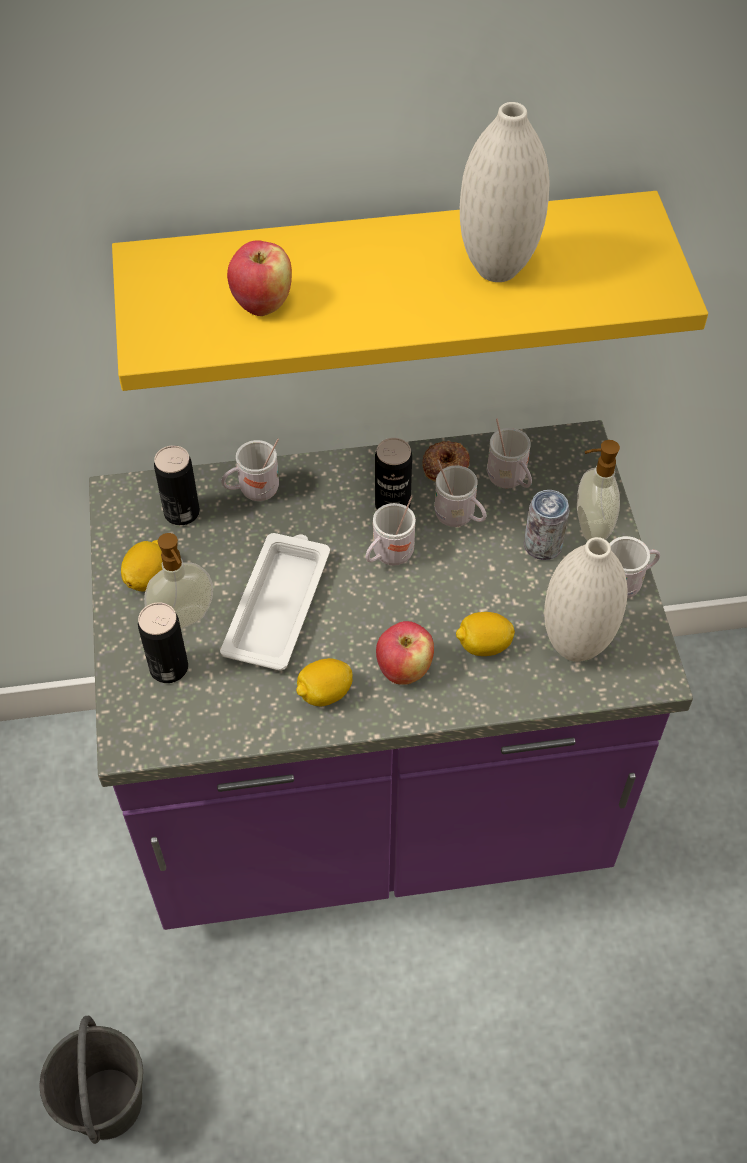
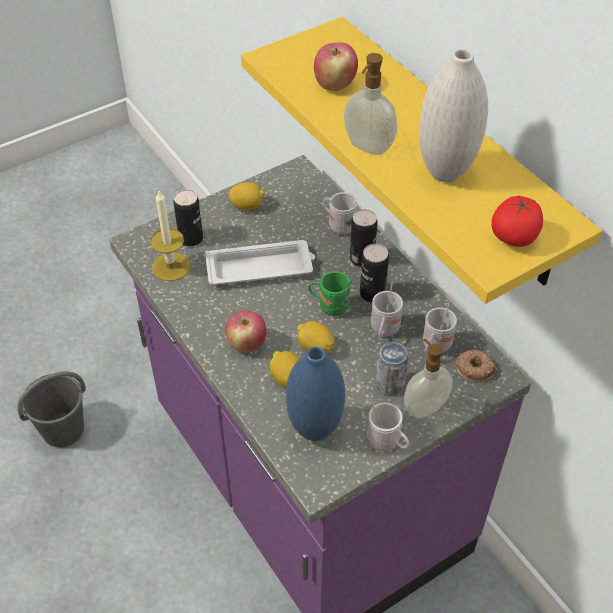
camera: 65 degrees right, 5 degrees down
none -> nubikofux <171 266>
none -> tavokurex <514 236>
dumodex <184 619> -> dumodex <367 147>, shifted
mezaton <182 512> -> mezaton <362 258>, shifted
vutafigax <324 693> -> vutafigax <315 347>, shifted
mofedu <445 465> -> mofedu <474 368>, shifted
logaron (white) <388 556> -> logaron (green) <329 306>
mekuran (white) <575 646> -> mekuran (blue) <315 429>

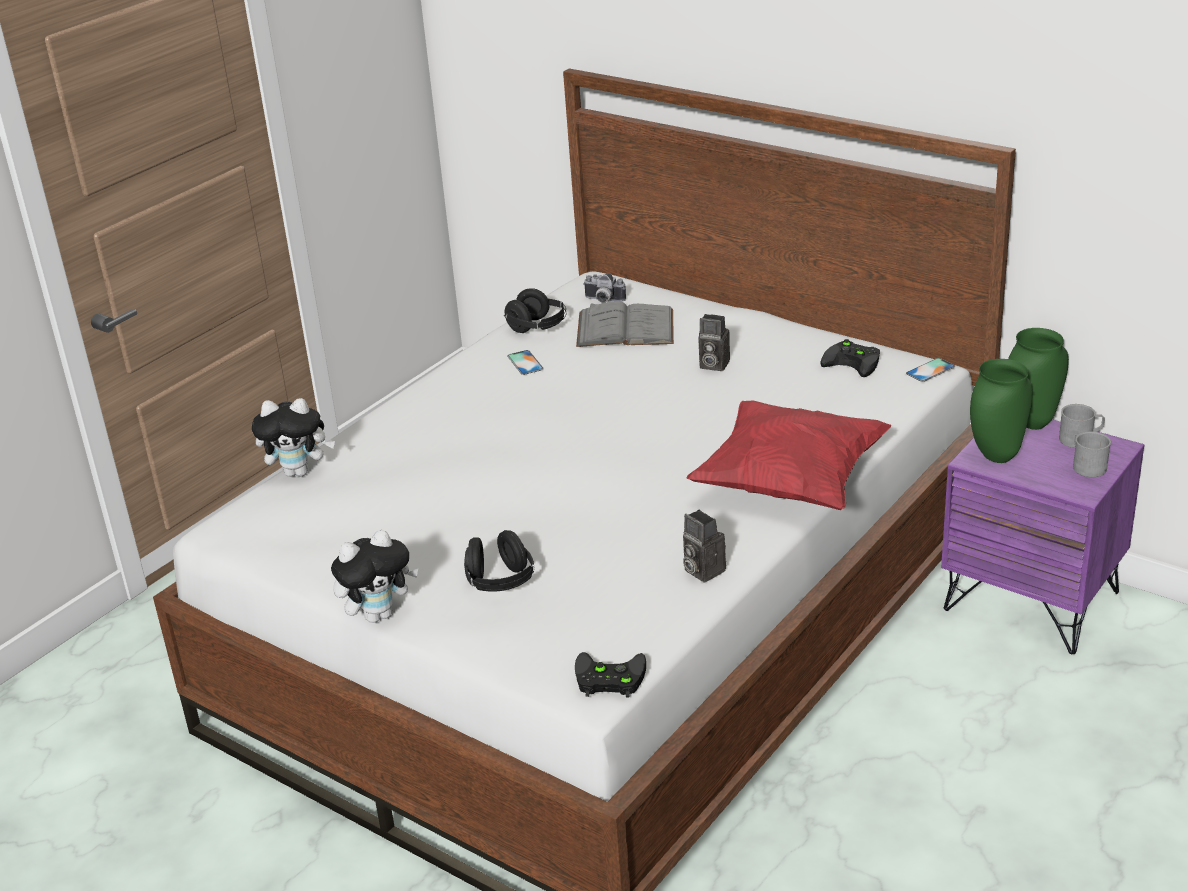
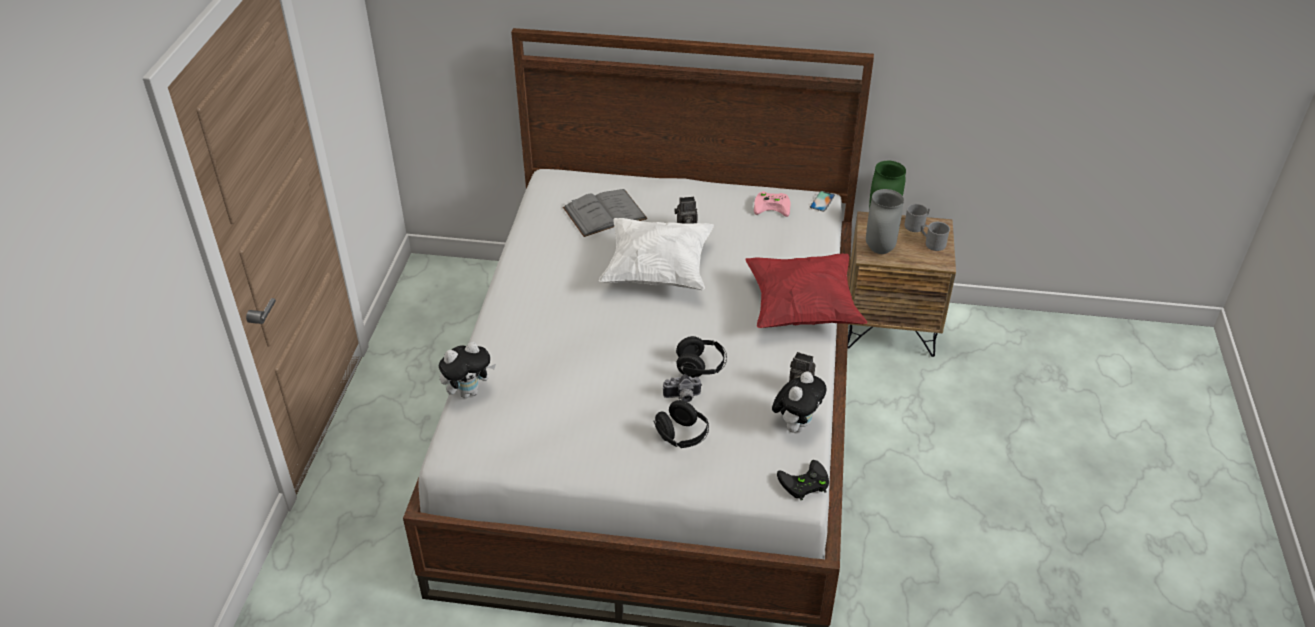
camera: 30 degrees left, 10 degrees up
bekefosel <525 363> -> none
none -> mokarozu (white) <657 271>
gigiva <379 614> -> gigiva <796 425>, shifted
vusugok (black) <537 327> -> vusugok (black) <701 367>, shifted
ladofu <603 300> -> ladofu <682 397>, shifted
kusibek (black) <854 362> -> kusibek (pink) <773 206>
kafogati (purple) <1032 600> -> kafogati (brown) <890 326>
mekuran (green) <995 455> -> mekuran (grey) <878 249>

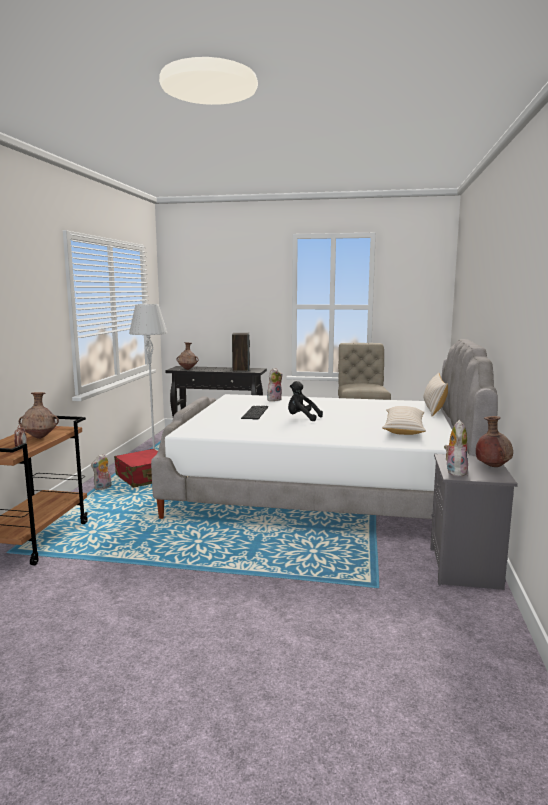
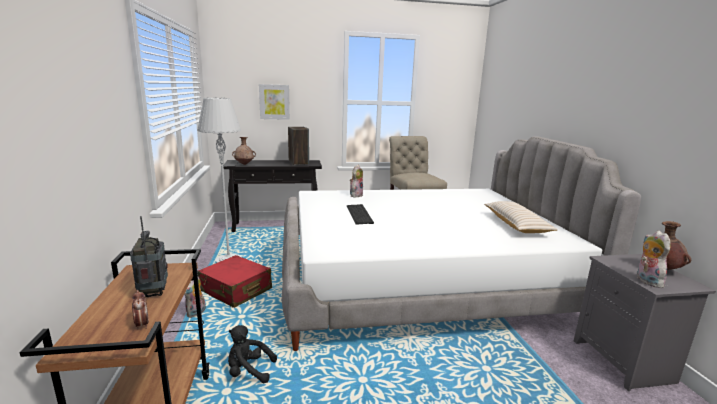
camera: 20 degrees left, 5 degrees up
mokarozu (beige) <434 408> -> none
none -> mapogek <274 102>
gigiva (black) <302 418> -> gigiva (black) <249 371>, shifted
mekuran (brown) <40 437> -> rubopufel <154 292>

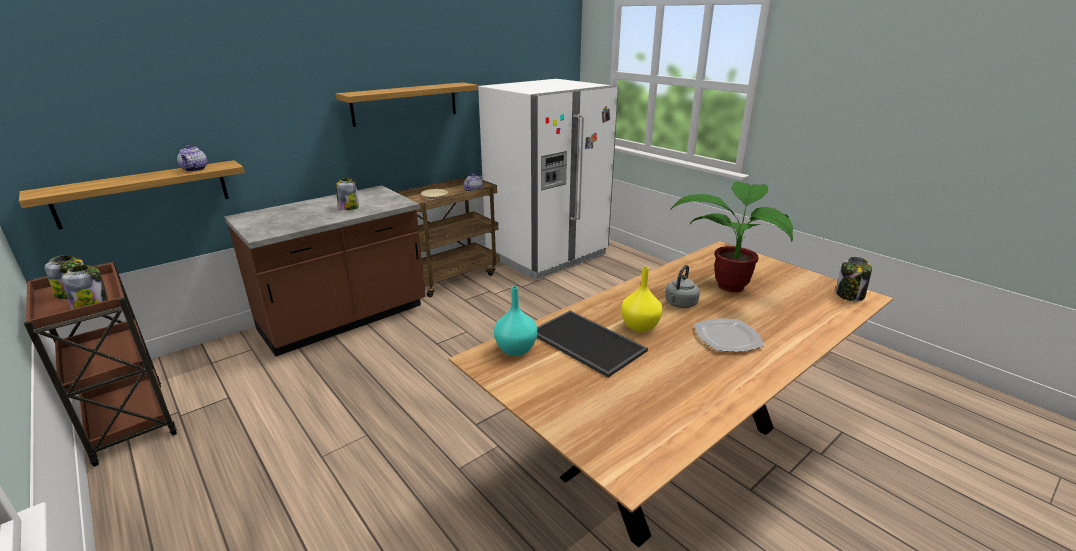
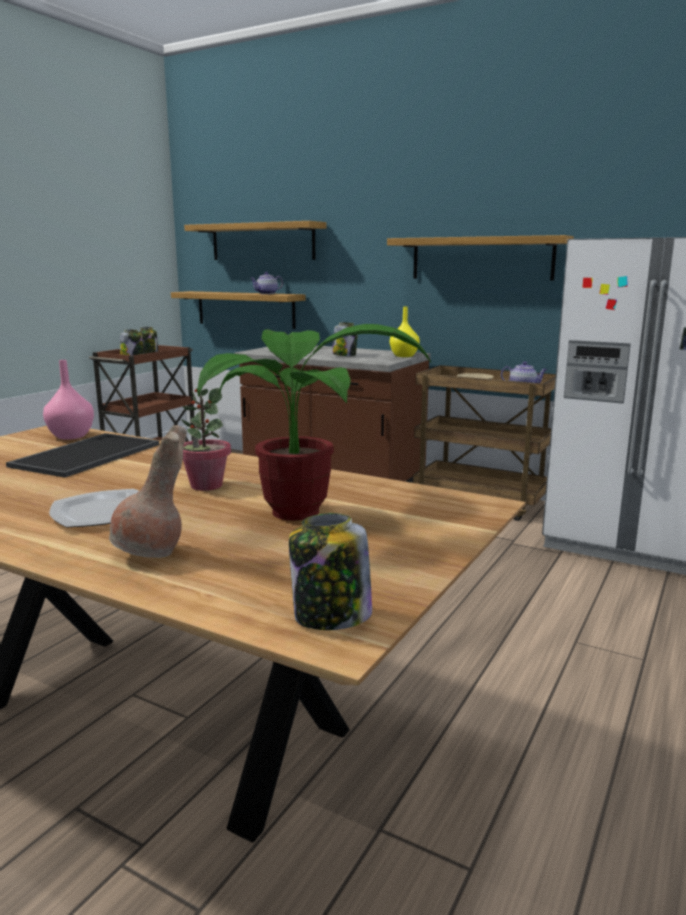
camera: 70 degrees right, 10 degrees down
none -> mekuran (brown) <151 554>
none -> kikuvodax <262 242>
mekuran (yellow) <640 326> -> mekuran (yellow) <404 356>, shifted
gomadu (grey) <680 304> -> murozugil <206 485>
mekuran (turquoise) <516 350> -> mekuran (pink) <70 436>

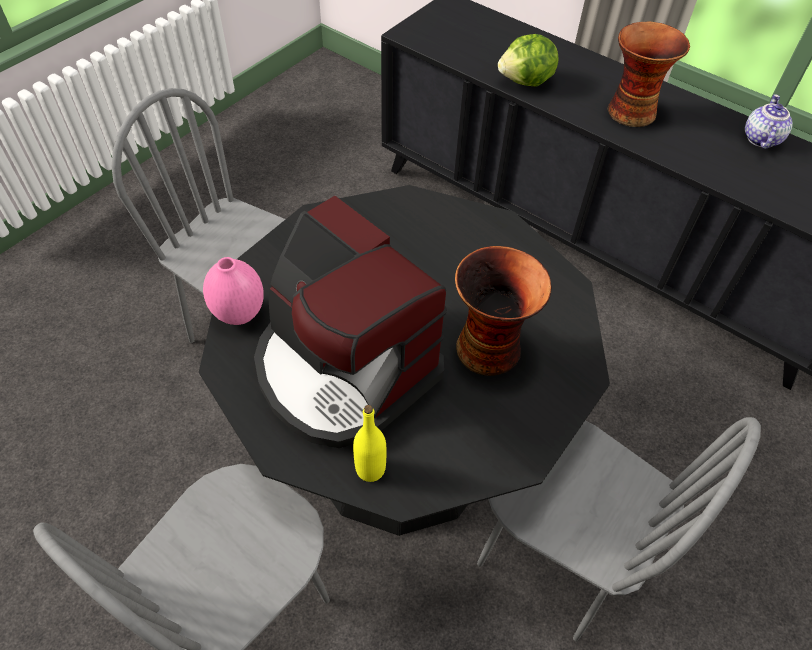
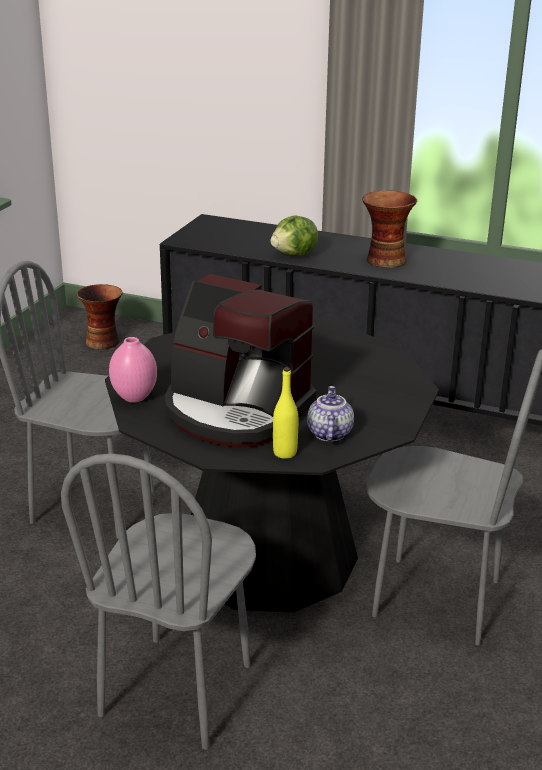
camera: 15 degrees left, 25 degrees down
mekuran <490 347> -> mekuran <103 342>, shifted
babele <760 138> -> babele <328 433>, shifted

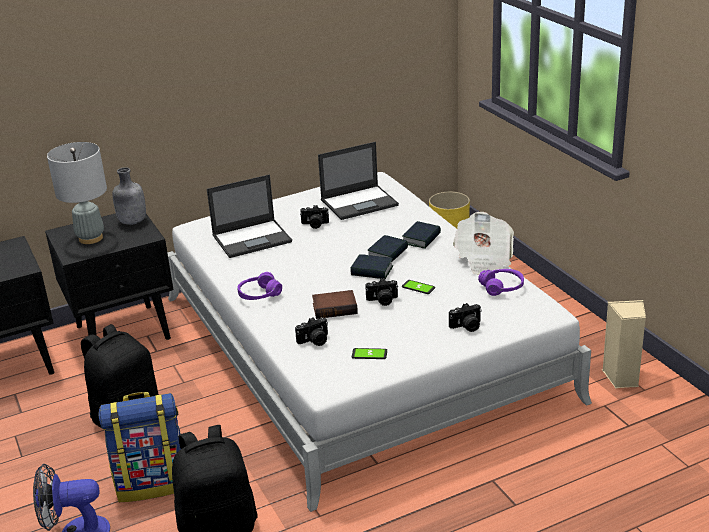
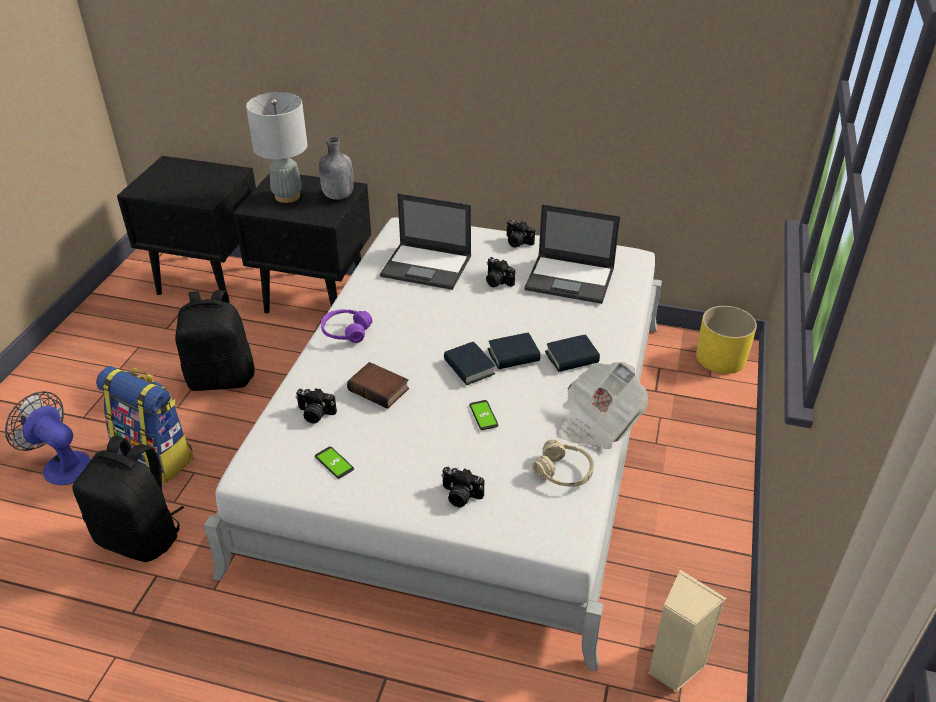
camera: 40 degrees right, 10 degrees up
ladofu <382 301> -> ladofu <517 242>, shifted
vusugok (purple) <502 287> -> vusugok (beige) <563 472>

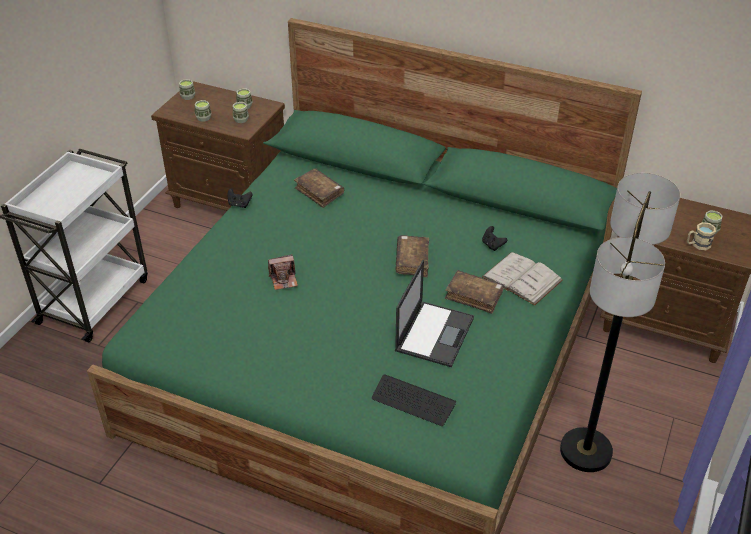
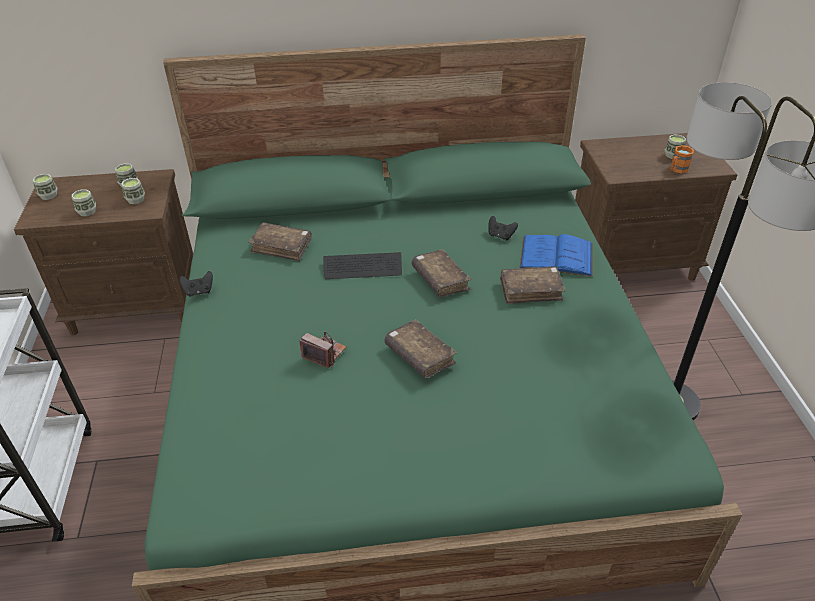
camera: 30 degrees left, 0 degrees up
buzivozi <434 333> -> none
none -> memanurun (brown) <420 355>
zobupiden <413 401> -> zobupiden <362 267>, shifted
memanurun (white) <522 278> -> memanurun (blue) <556 256>
logaron (beige) <697 245> -> logaron (orange) <677 170>
ladofu <284 280> -> ladofu <324 353>, 105 degrees counterclockwise

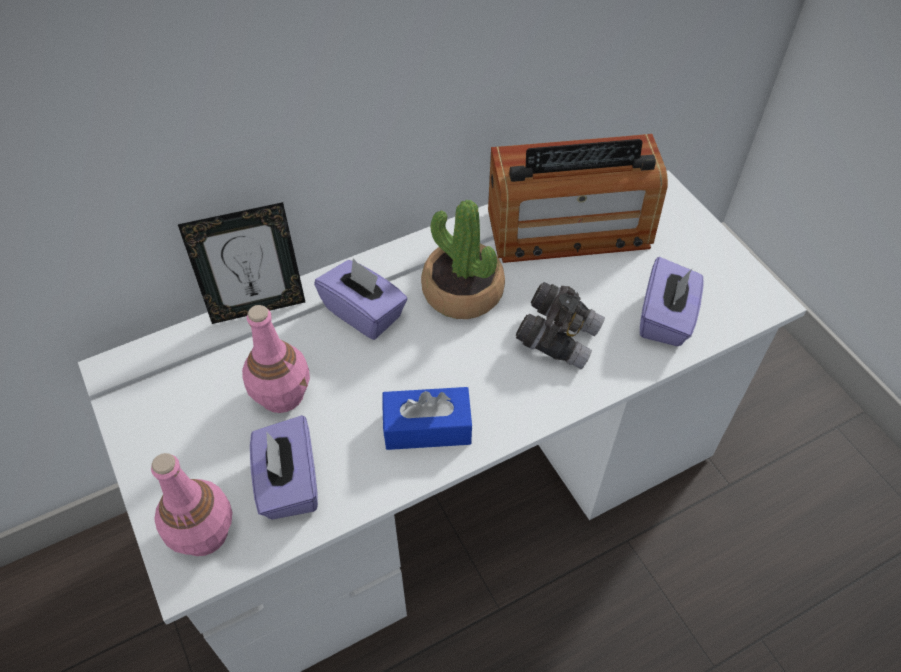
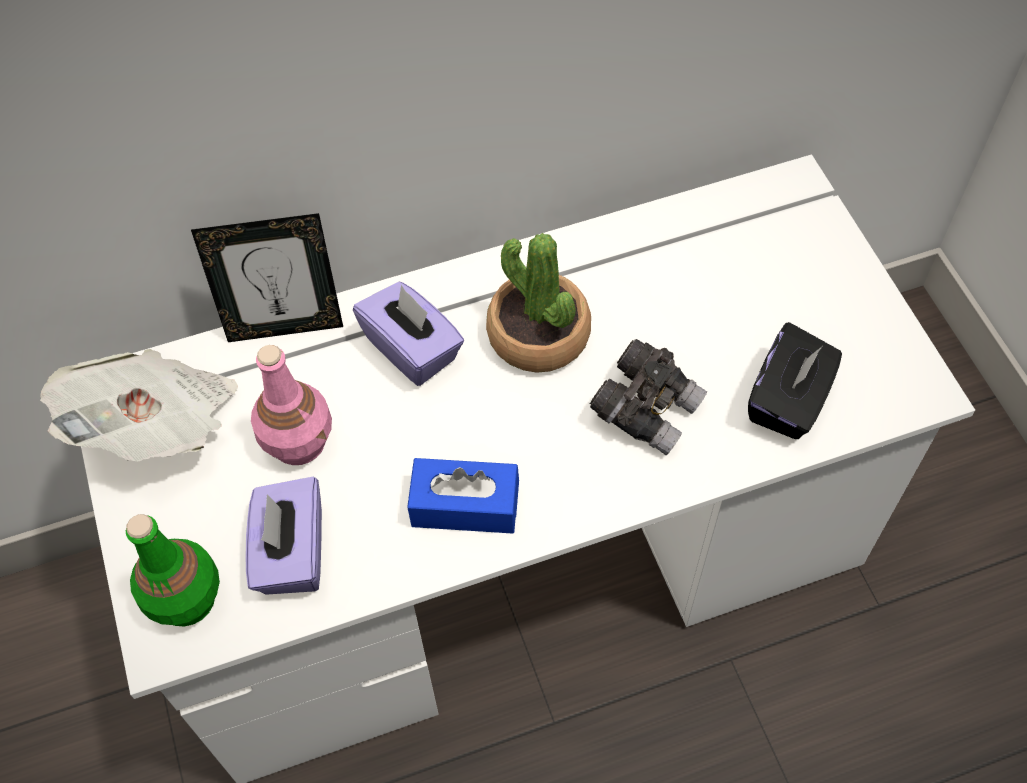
camera: 10 degrees right, 5 degrees up
rubopufel <569 228> -> none
none -> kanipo <157 425>
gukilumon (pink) <202 533> -> gukilumon (green) <185 600>
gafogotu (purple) <666 319> -> gafogotu (black) <788 401>

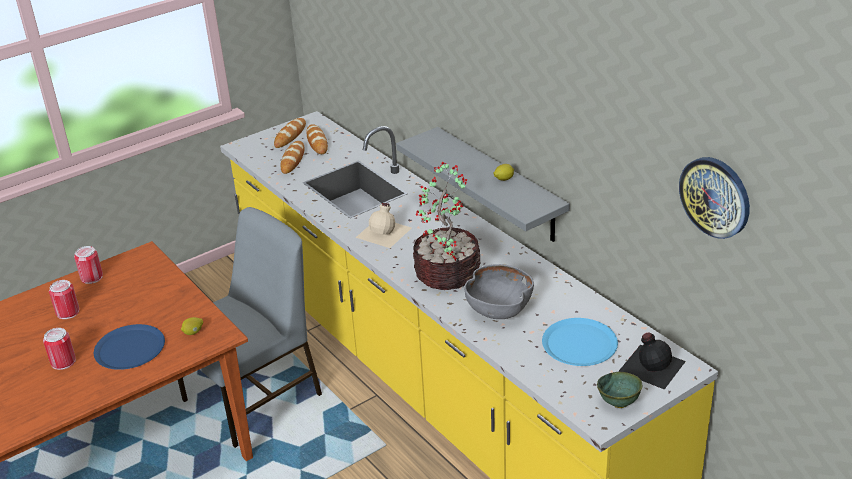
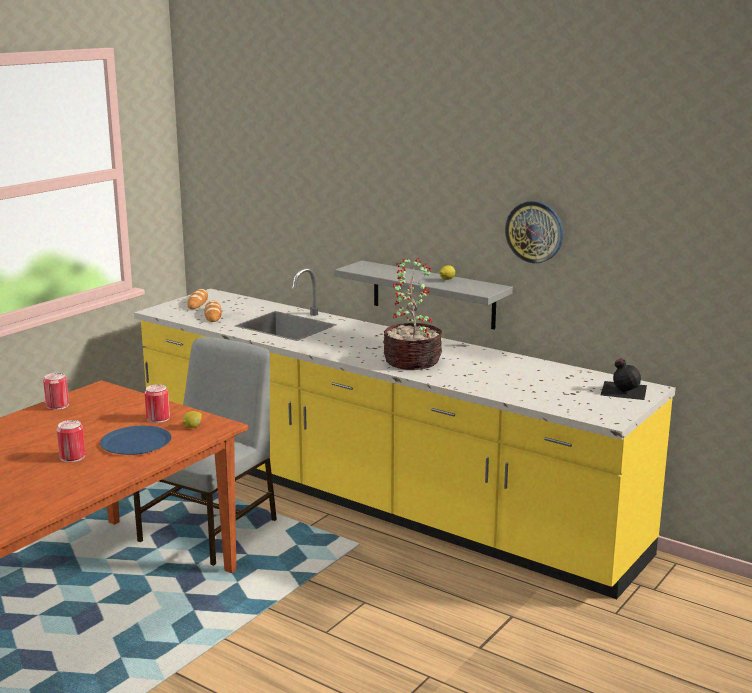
camera: 20 degrees left, 15 degrees down
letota <317 142> -> none
gukilumon (beige) <385 232> -> none
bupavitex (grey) <498 309> -> none
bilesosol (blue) <579 343> -> none
bupavitex (green) <618 403> -> none
mezaton <68 312> -> mezaton <158 418>, shifted
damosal <715 197> -> damosal <535 231>, shifted

